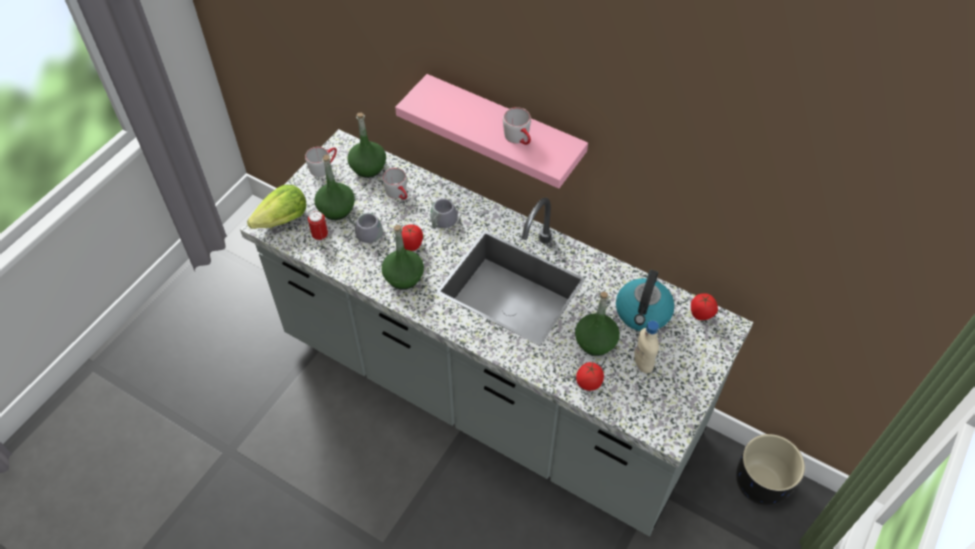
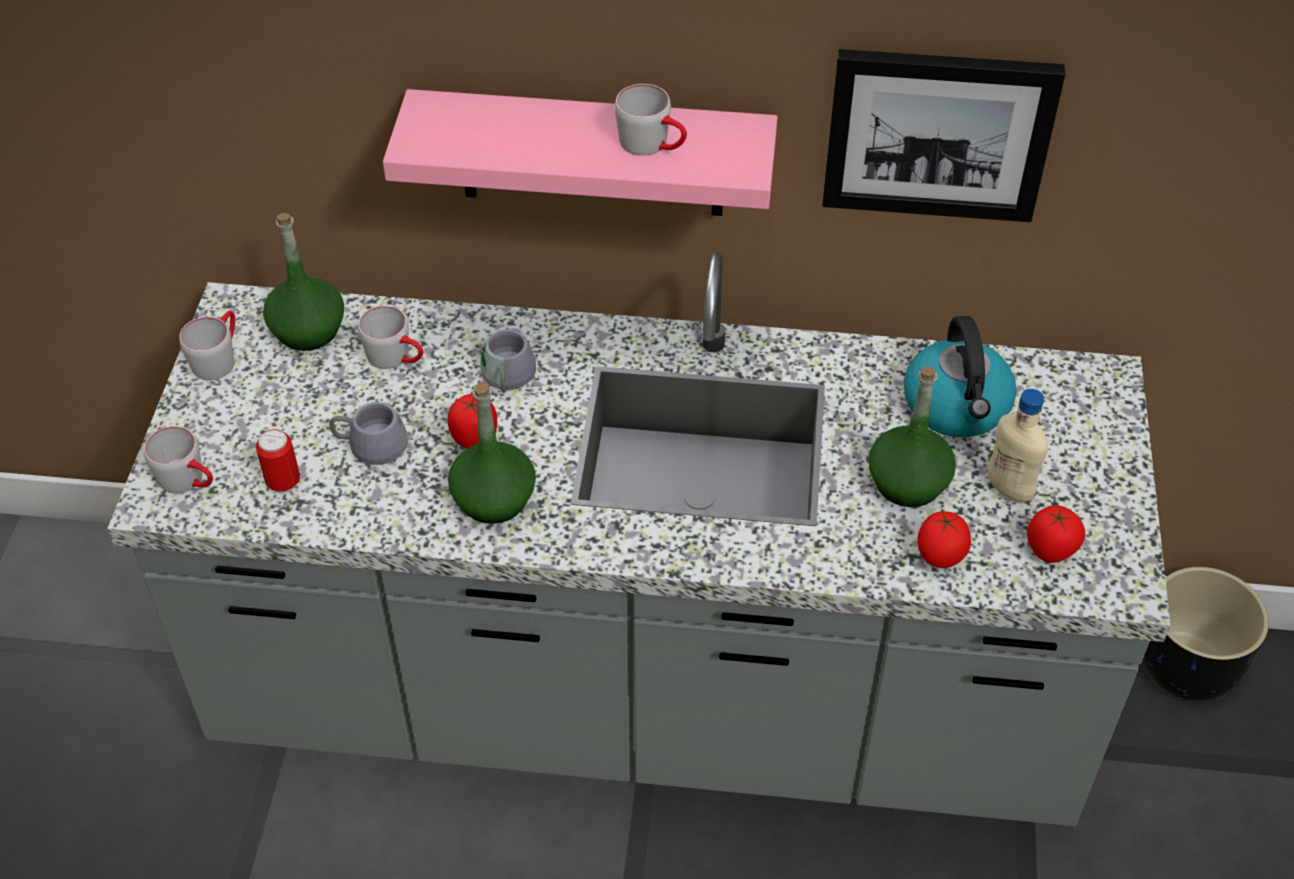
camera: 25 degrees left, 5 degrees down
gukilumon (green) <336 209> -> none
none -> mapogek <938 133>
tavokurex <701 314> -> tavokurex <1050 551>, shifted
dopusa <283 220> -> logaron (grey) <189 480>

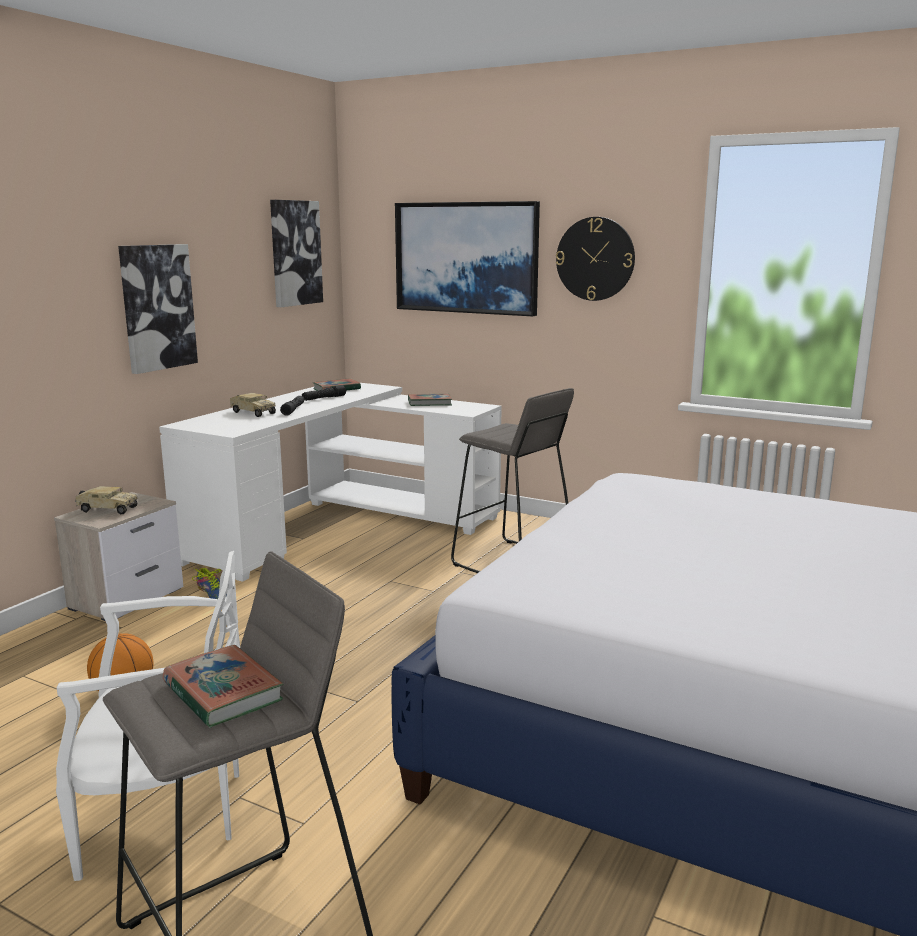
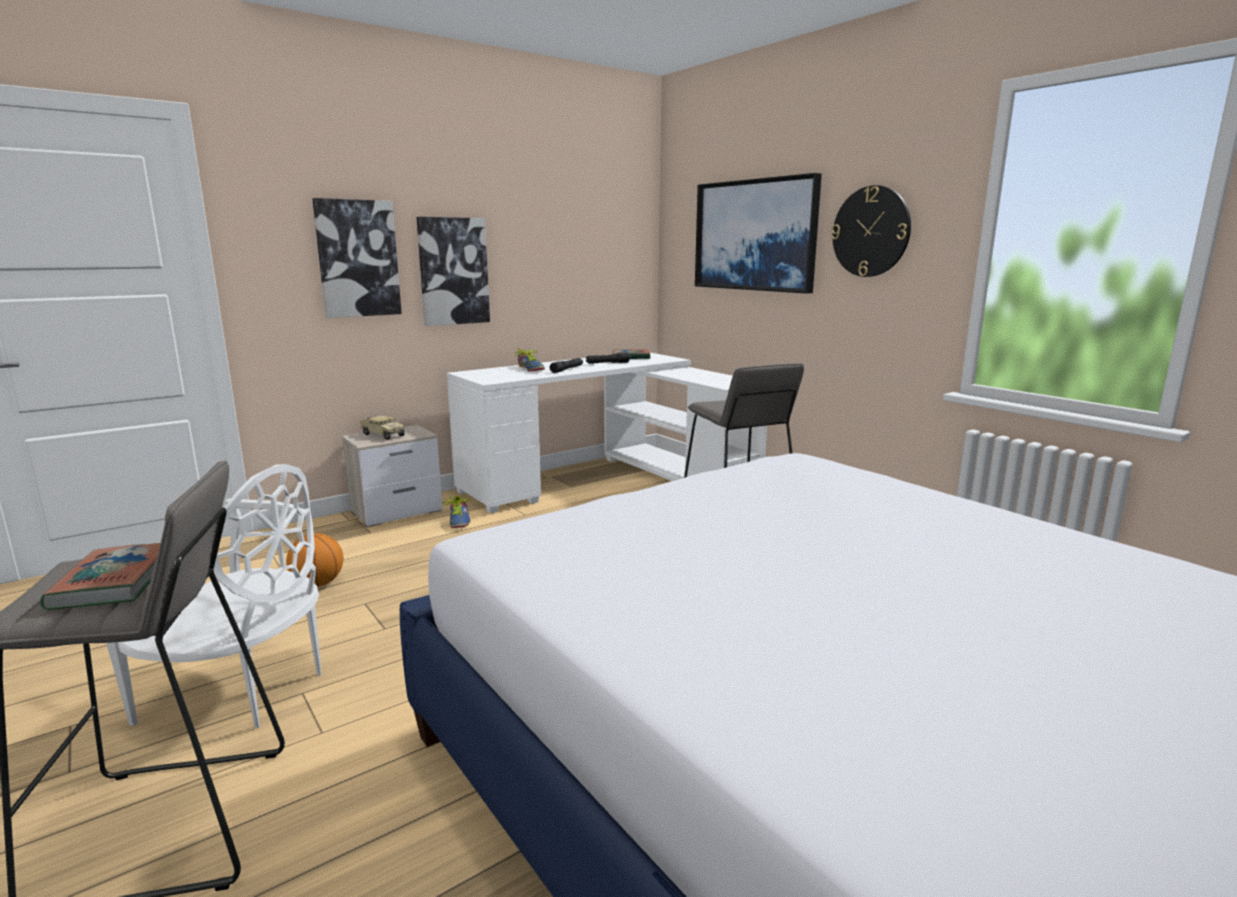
camera: 25 degrees right, 0 degrees up
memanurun <429 403> -> none
mapogek <295 253> -> mapogek <358 258>, shifted
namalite <252 413> -> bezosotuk <531 369>

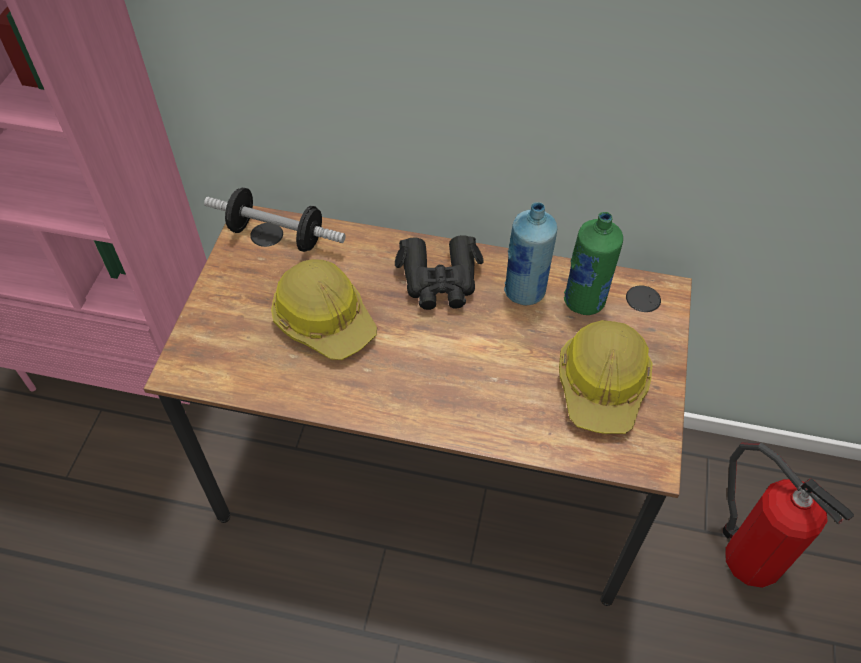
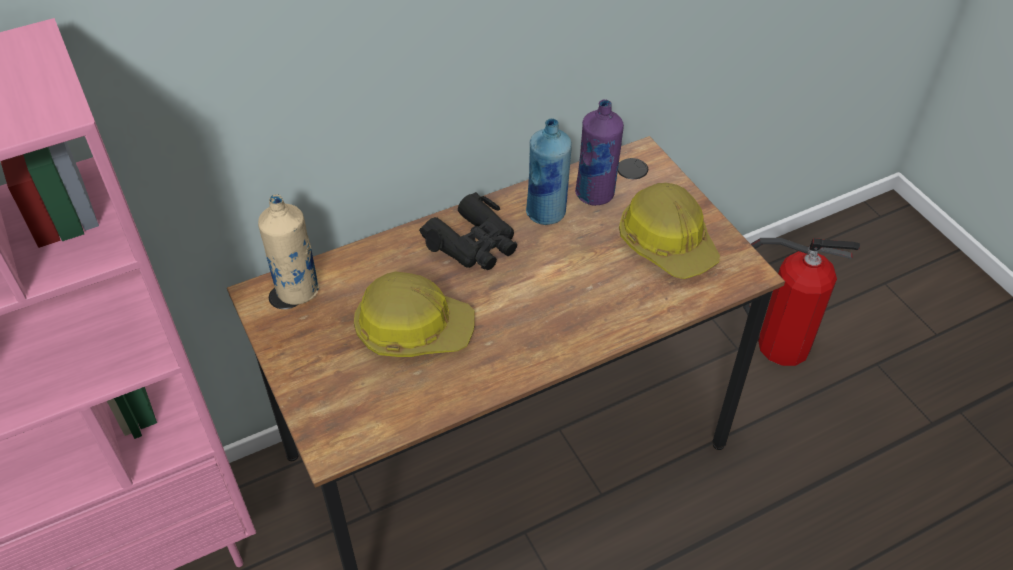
camera: 40 degrees left, 5 degrees down
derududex <277 235> -> gukilumon (beige) <297 290>
gukilumon (green) <584 301> -> gukilumon (purple) <595 194>

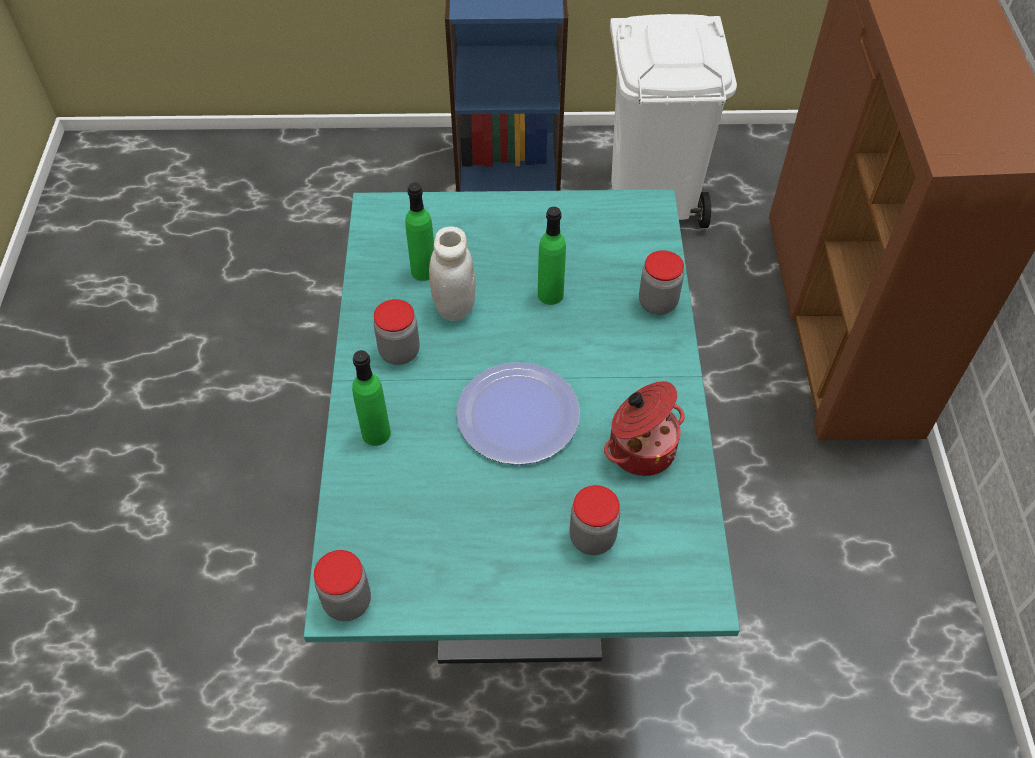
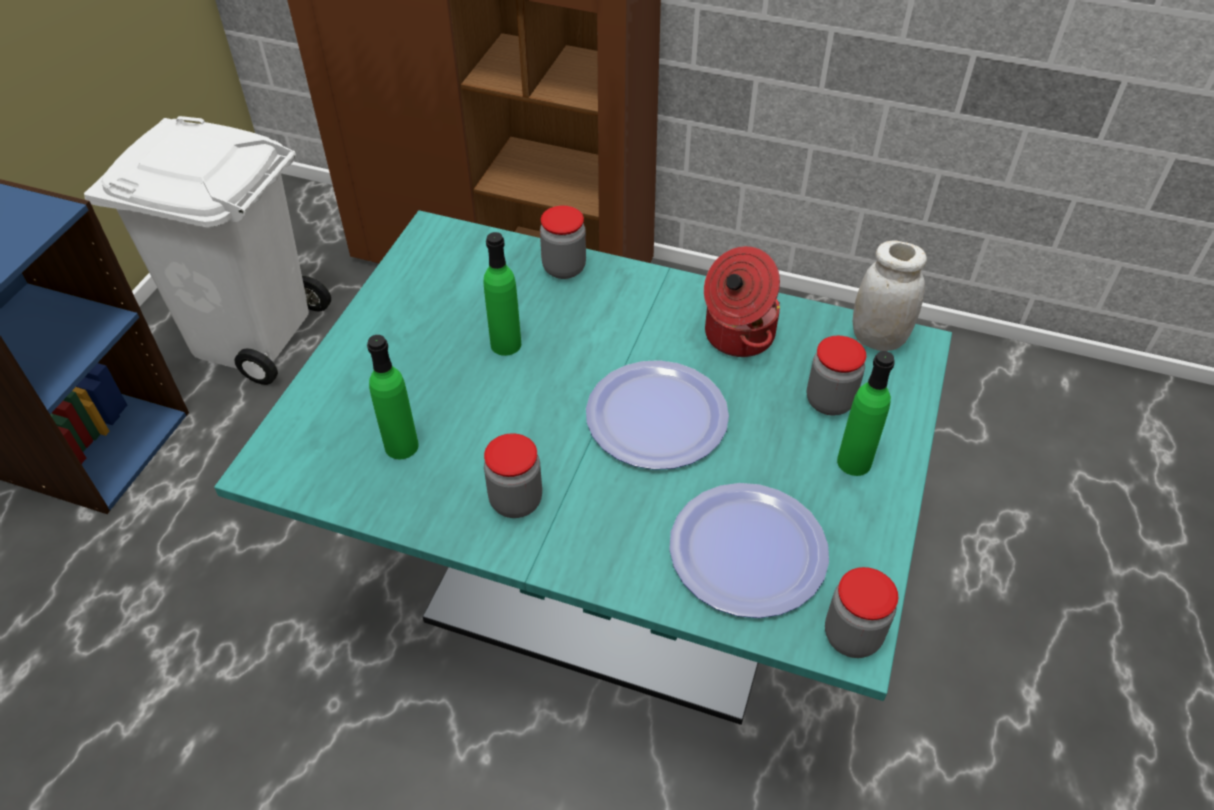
camera: 70 degrees left, 5 degrees down
none -> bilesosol <748 551>
gukilumon (green) <376 433> -> gukilumon (green) <854 462>, shifted
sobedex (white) <454 307> -> sobedex (white) <878 339>, shifted

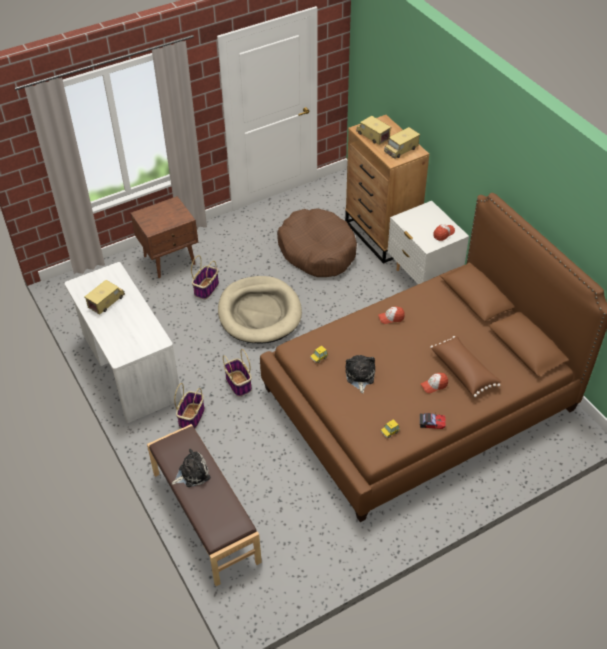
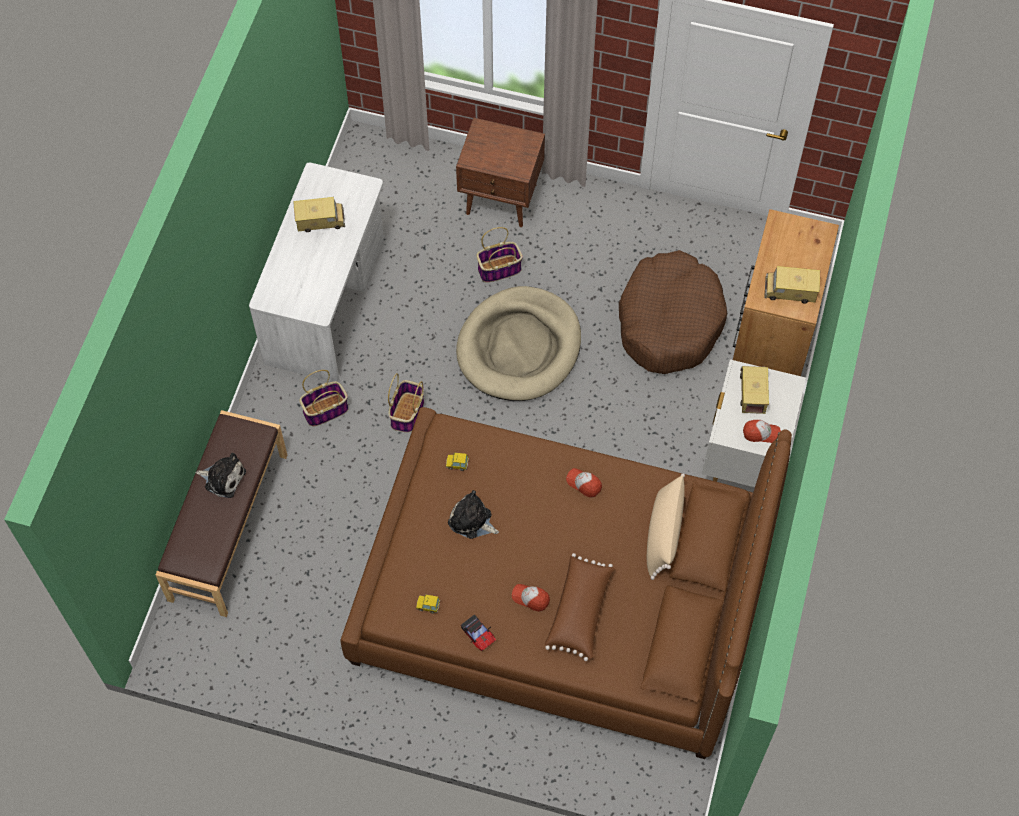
camera: 45 degrees right, 15 degrees up
none -> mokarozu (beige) <663 534>
namalite <372 136> -> namalite <752 392>, shifted
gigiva <359 376> -> gigiva <472 521>, 105 degrees counterclockwise

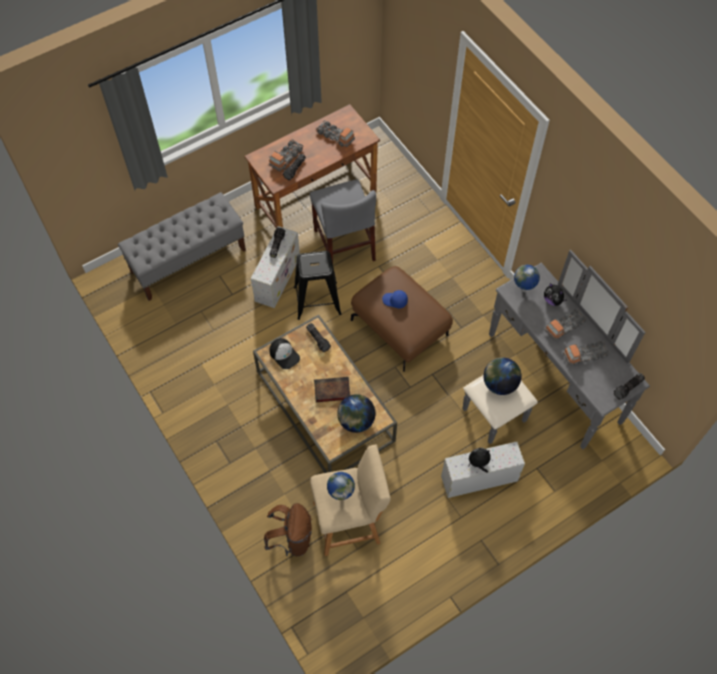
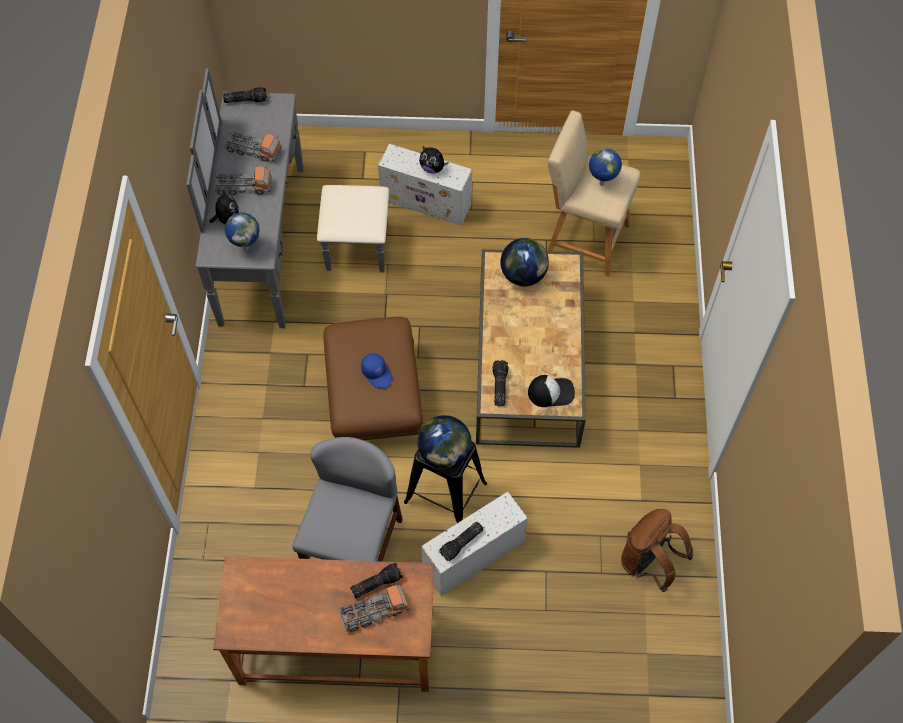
camera: 145 degrees left, 0 degrees up
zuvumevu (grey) <188 260> -> none
memanurun <331 391> -> none
namalite <335 136> -> none
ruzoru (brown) <292 539> -> ruzoru (brown) <649 563>, shifted
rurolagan <499 384> -> rurolagan <444 453>, shifted
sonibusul <284 354> -> sonibusul <551 392>, 90 degrees clockwise

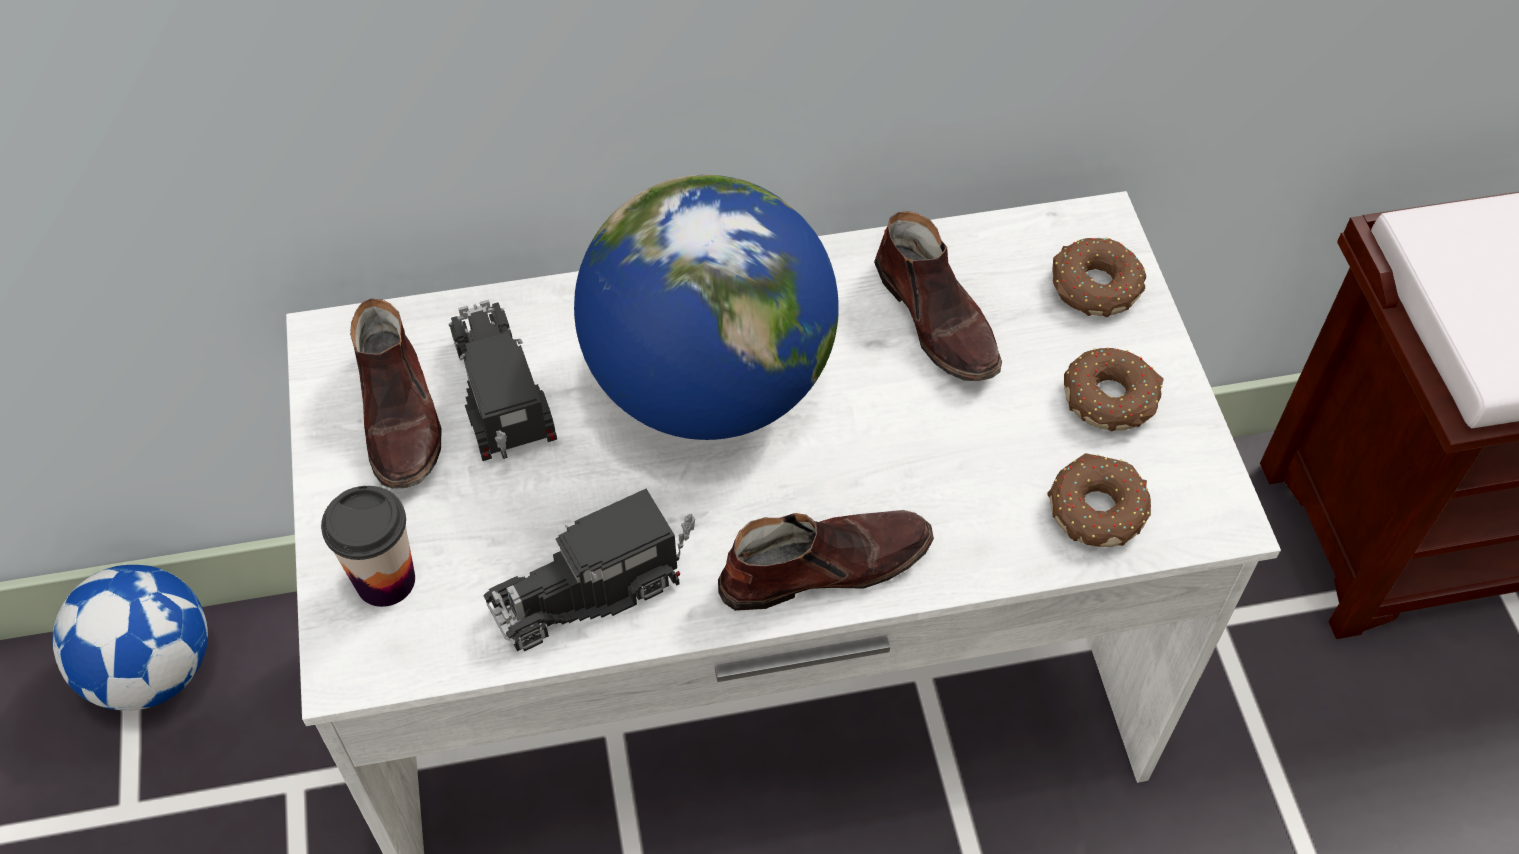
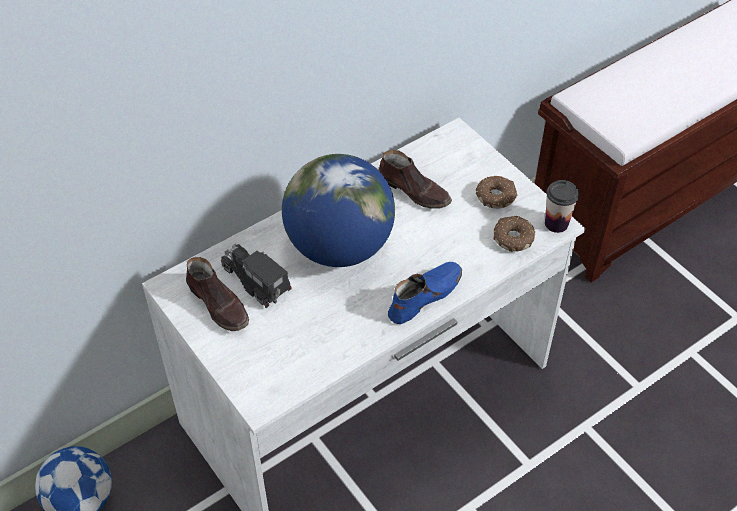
camera: 25 degrees left, 5 degrees down
namalite <595 587> -> none
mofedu <1093 287> -> none
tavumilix <385 580> -> tavumilix <556 223>, shifted
bezosotuk (brown) <823 565> -> bezosotuk (blue) <424 296>

